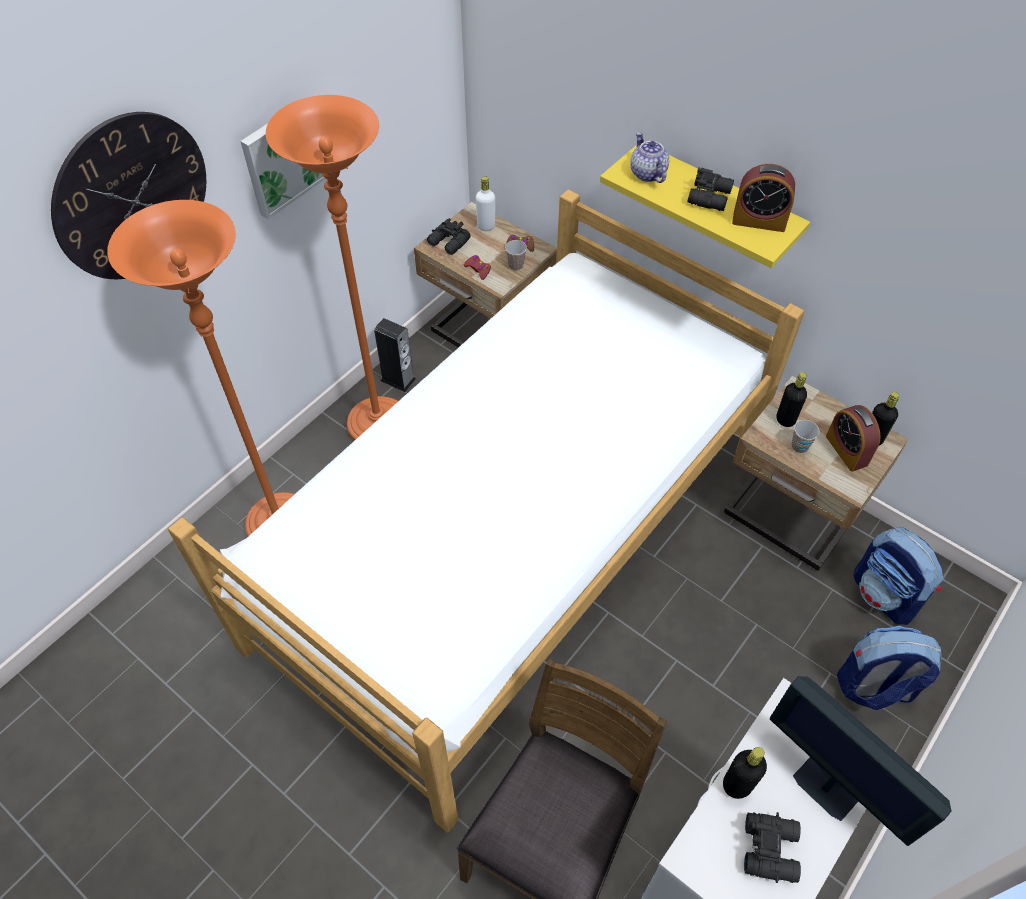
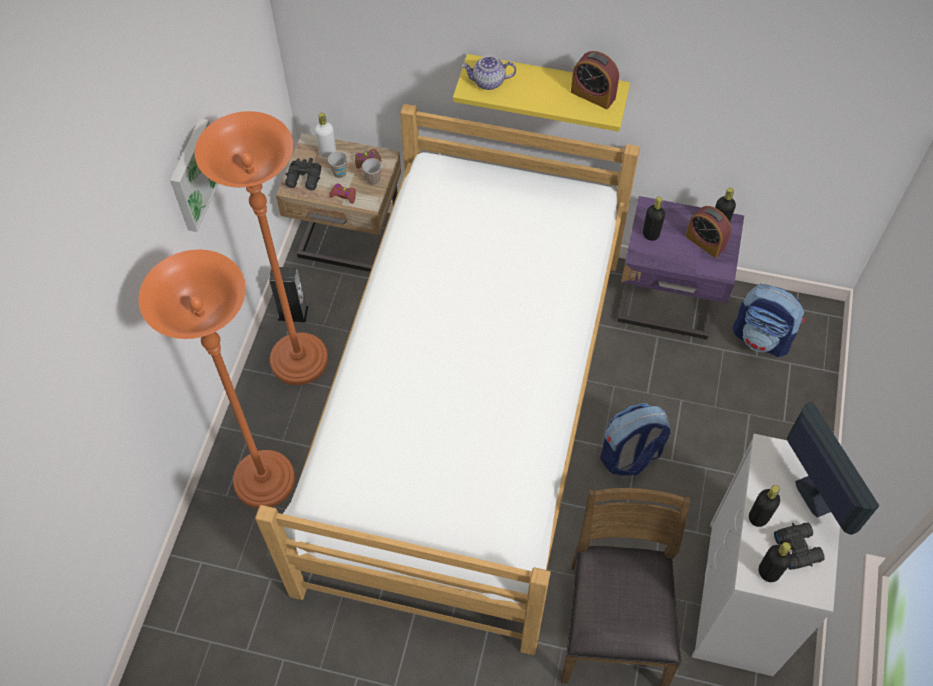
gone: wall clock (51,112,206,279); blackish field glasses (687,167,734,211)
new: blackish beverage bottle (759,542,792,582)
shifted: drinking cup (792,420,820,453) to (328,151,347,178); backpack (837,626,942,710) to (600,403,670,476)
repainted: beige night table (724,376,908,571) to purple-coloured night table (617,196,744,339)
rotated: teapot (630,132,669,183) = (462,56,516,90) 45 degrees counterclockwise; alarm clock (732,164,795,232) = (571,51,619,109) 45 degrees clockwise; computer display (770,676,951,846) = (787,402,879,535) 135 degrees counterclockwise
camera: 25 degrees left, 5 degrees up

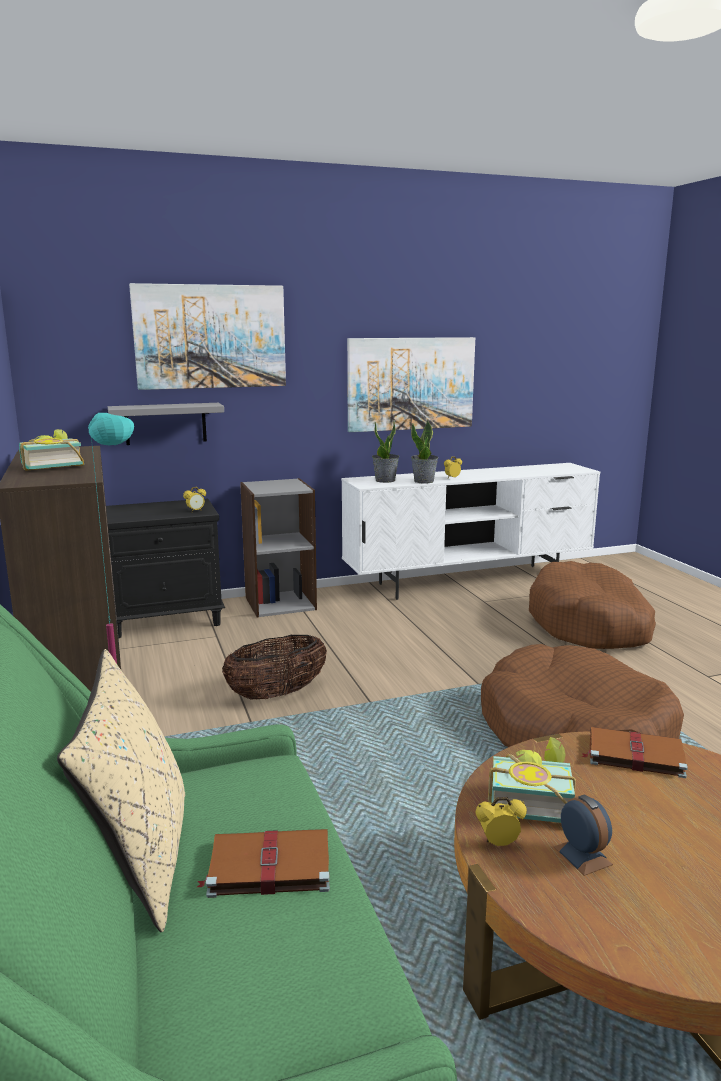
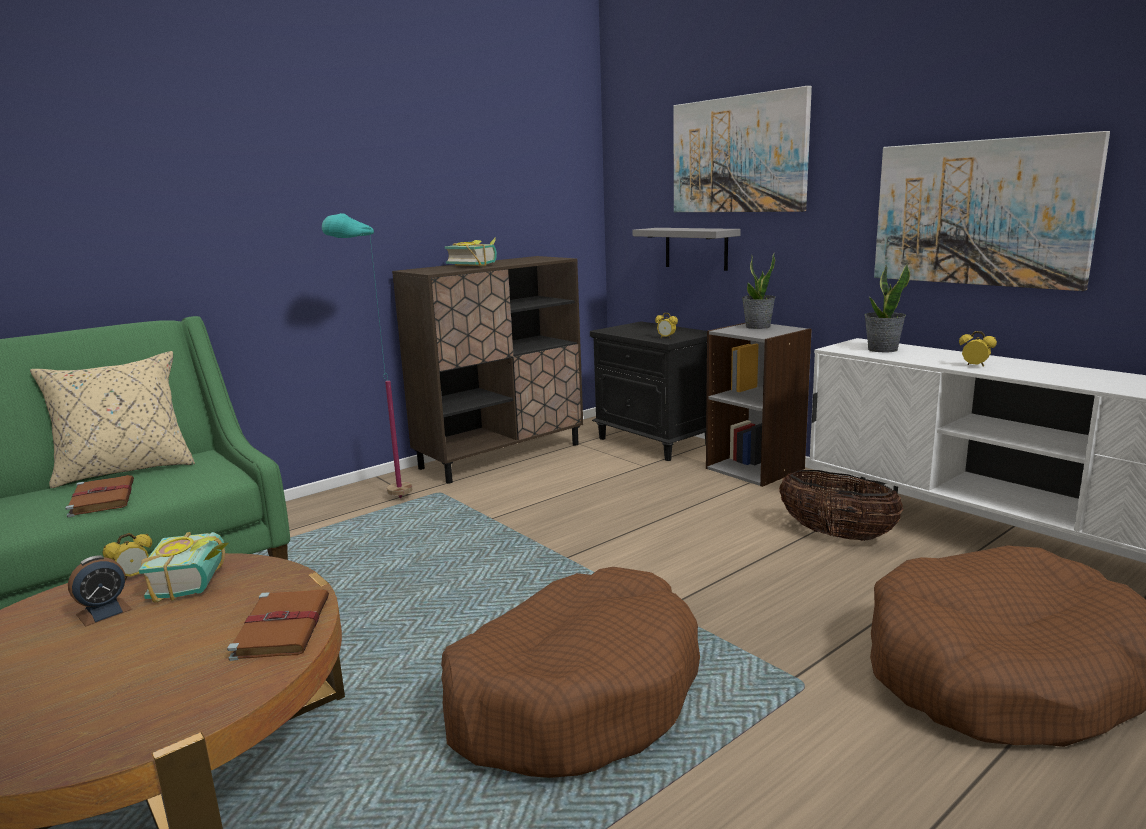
shifted: storage basket (222,635,327,700) to (779,470,904,541); potted plant (411,420,439,484) to (742,253,776,329)
rotated: alarm clock (475,797,527,846) = (103,533,152,579) 75 degrees clockwise
camera: 70 degrees right, 0 degrees up

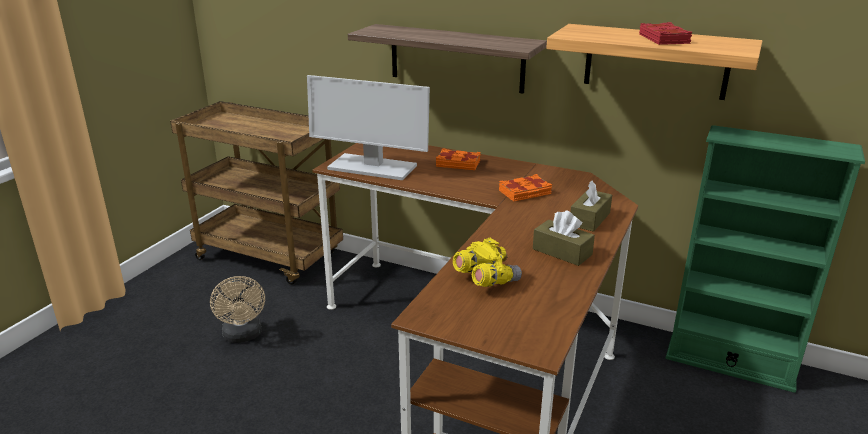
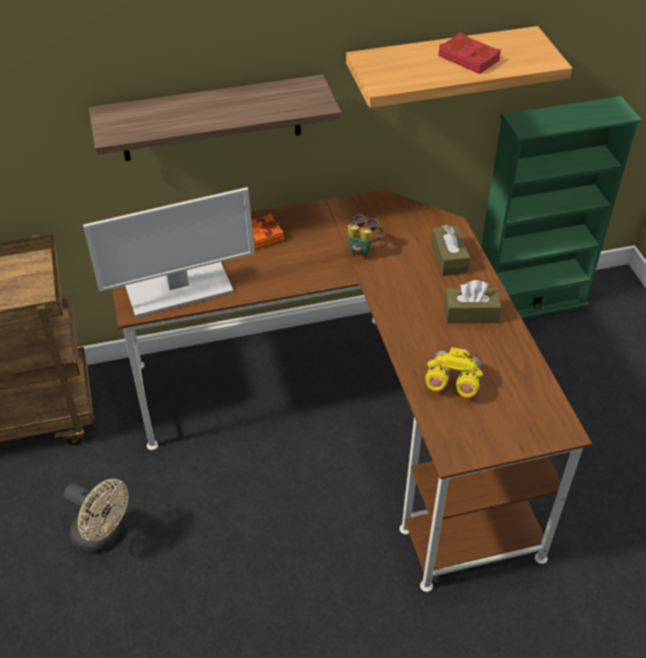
swapped: orange book (499,174,552,202) to field glasses (347,214,384,260)
camera: 40 degrees left, 20 degrees up

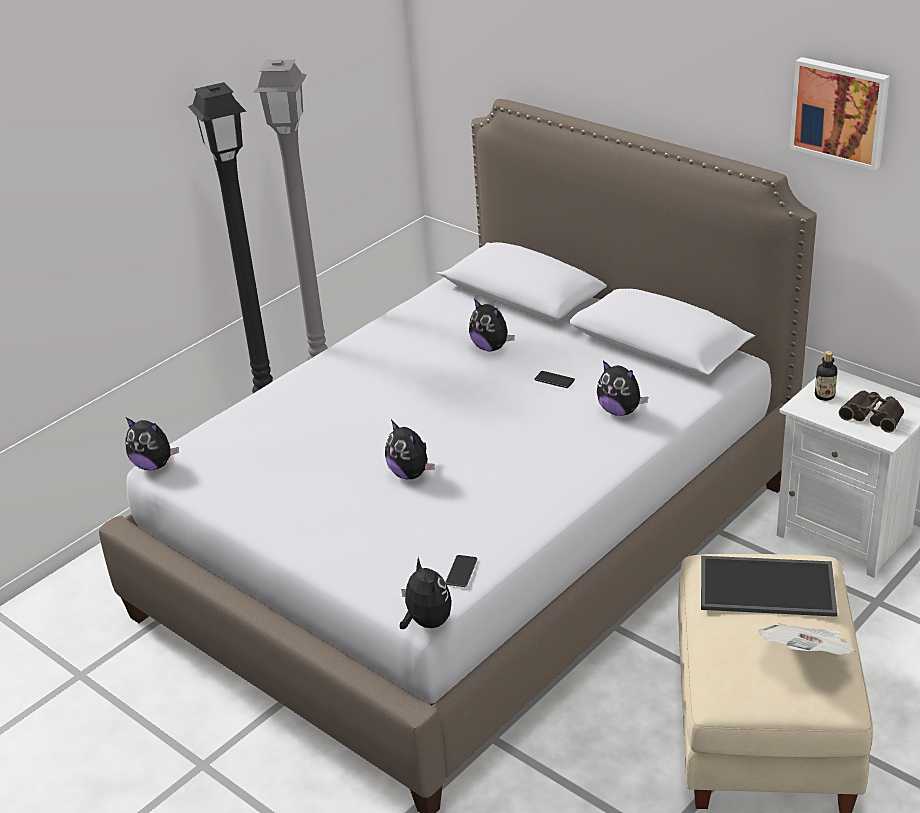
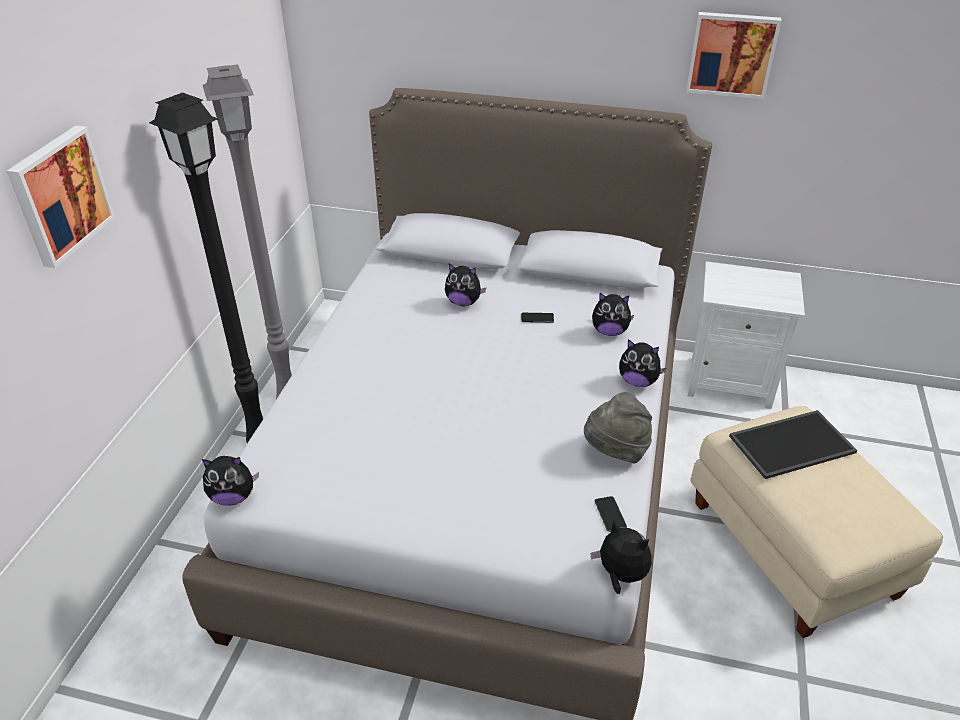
gone: printed paper (758,623,856,655); beverage bottle (815,351,837,401); field glasses (839,391,904,433)
new: picture (7,126,115,268); greyish hat (584,392,652,463)
shifted: plush toy (385,420,435,479) to (619,339,666,387)
camera: 30 degrees left, 5 degrees up

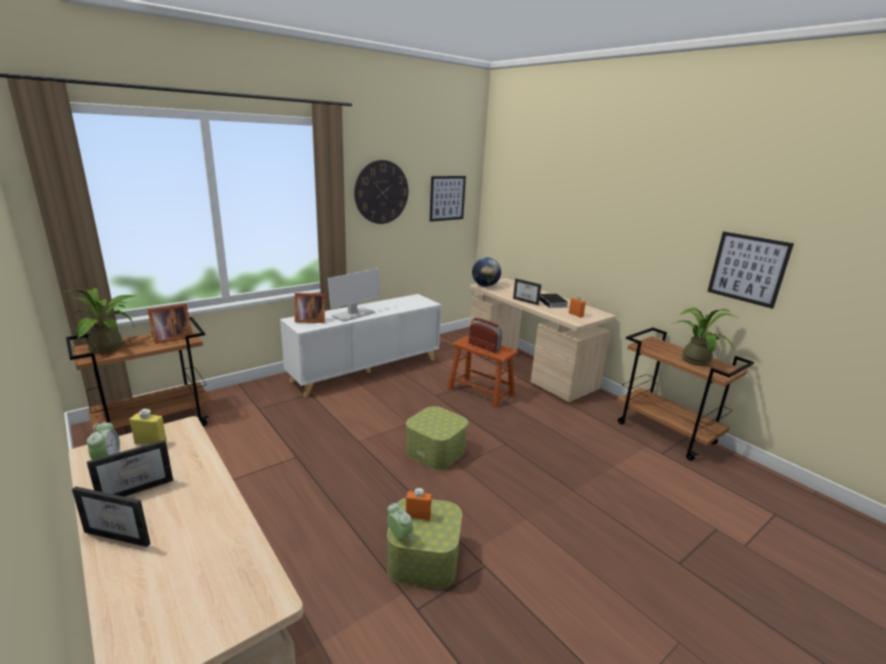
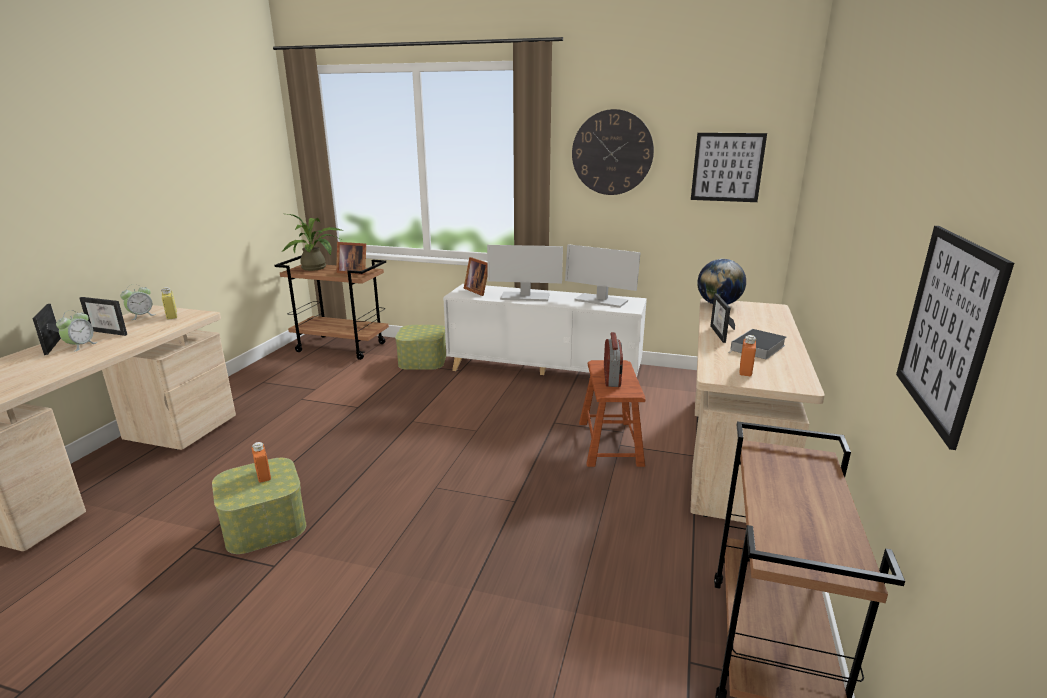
gone: potted plant (671,307,738,366)
new: computer display (565,244,641,308)
shifted: alarm clock (387,503,413,541) to (56,310,98,352); storage container (406,406,468,470) to (395,325,446,370)
camera: 55 degrees right, 0 degrees up

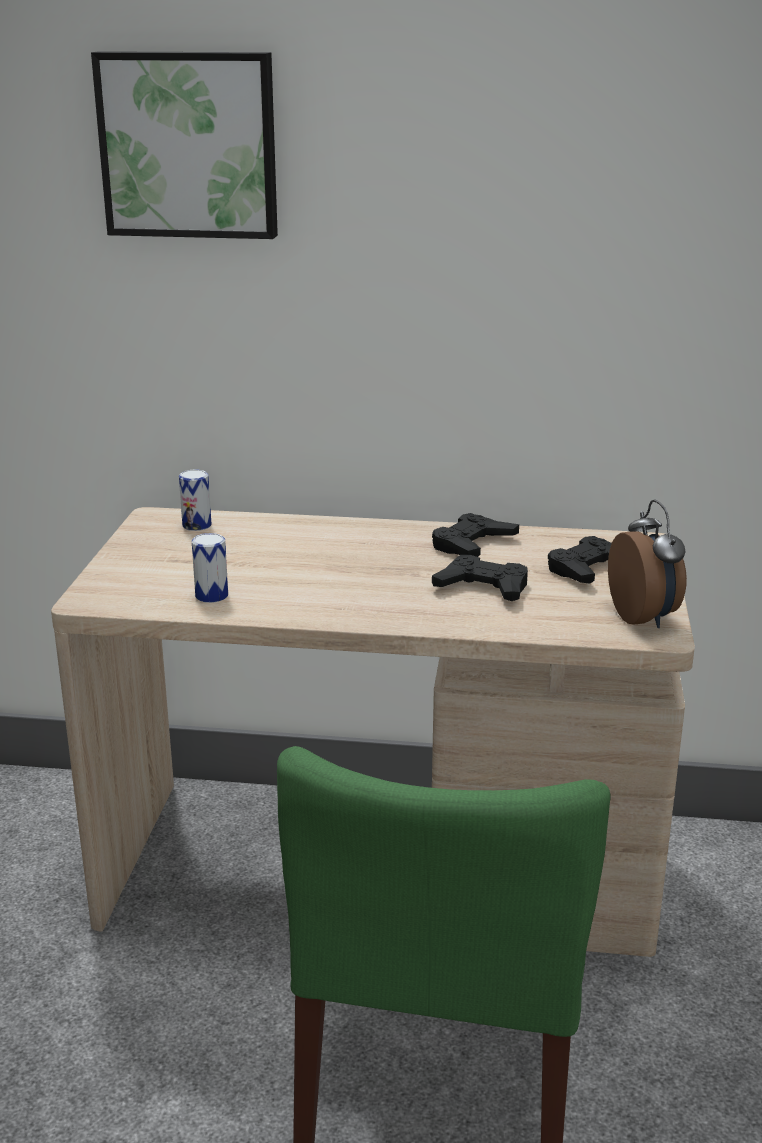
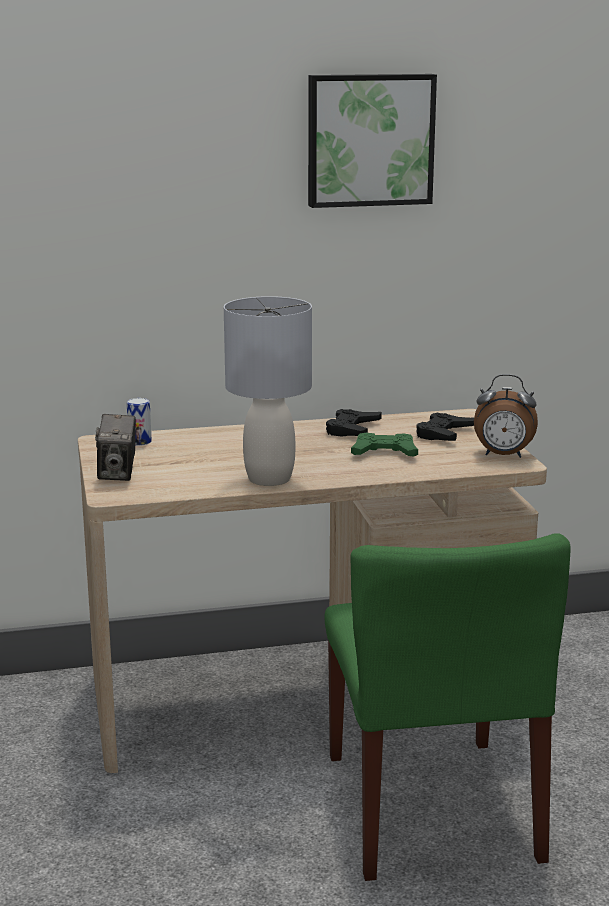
gone: can (192,533,228,603)
new: photo camera (95,414,136,481); greyish tabletop lamp (224,296,312,486)
shifted: picture (91,51,278,239) to (308,74,437,208)
repainted: blackish gamepad (432,555,528,601) to green gamepad (351,433,418,457)
rotated: alarm clock (608,500,687,628) = (474,374,538,458) 135 degrees clockwise
camera: 20 degrees left, 5 degrees down

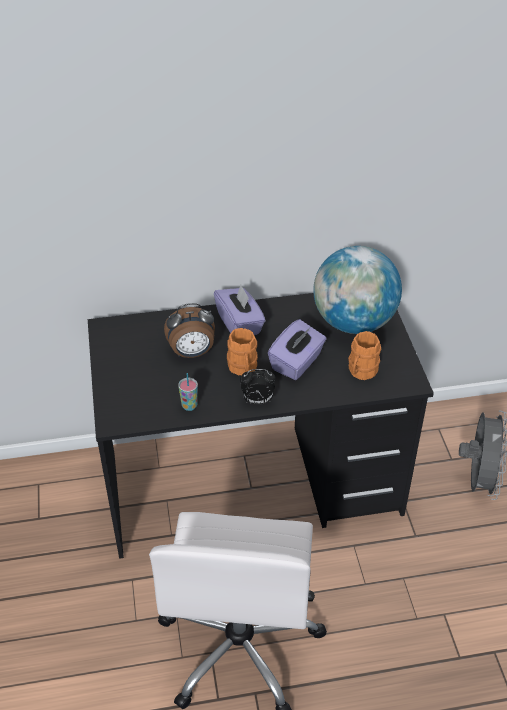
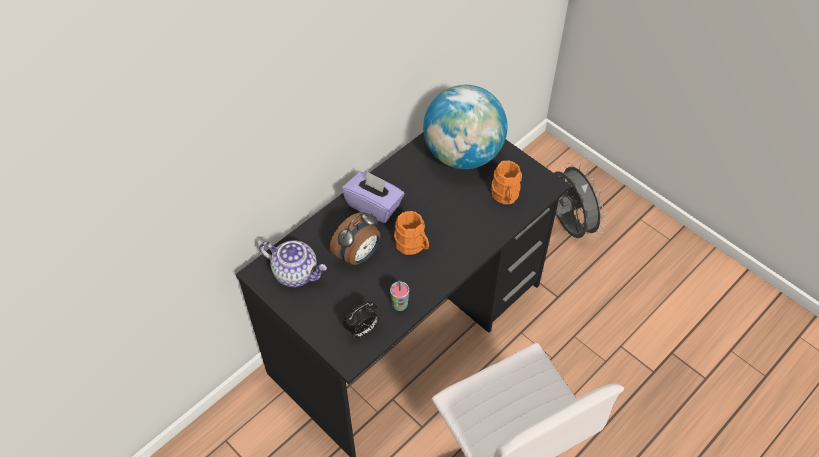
gone: purple-coloured box of tissues (268,319,326,380)
new: teapot (259,240,327,287)
shifted: alarm clock (240,369,276,405) to (343,301,379,338)
camera: 35 degrees left, 10 degrees up

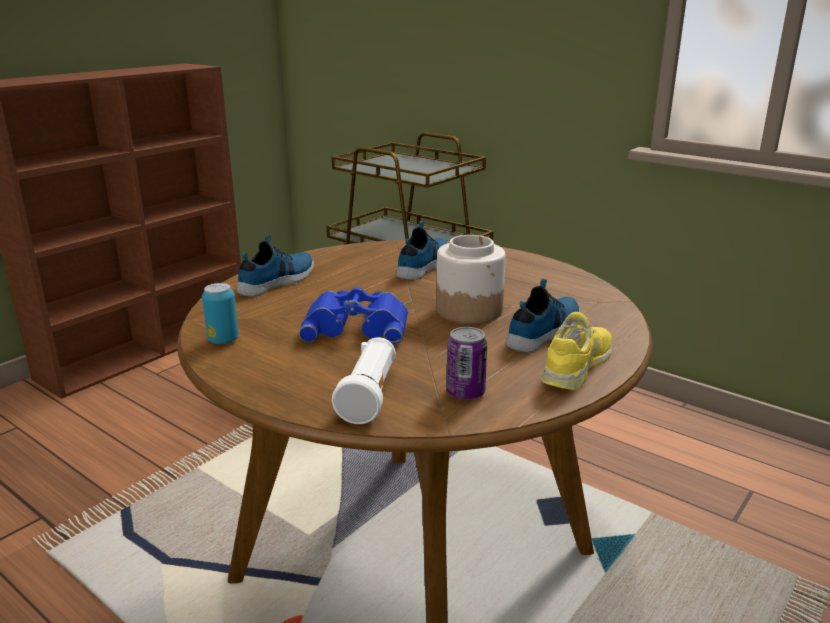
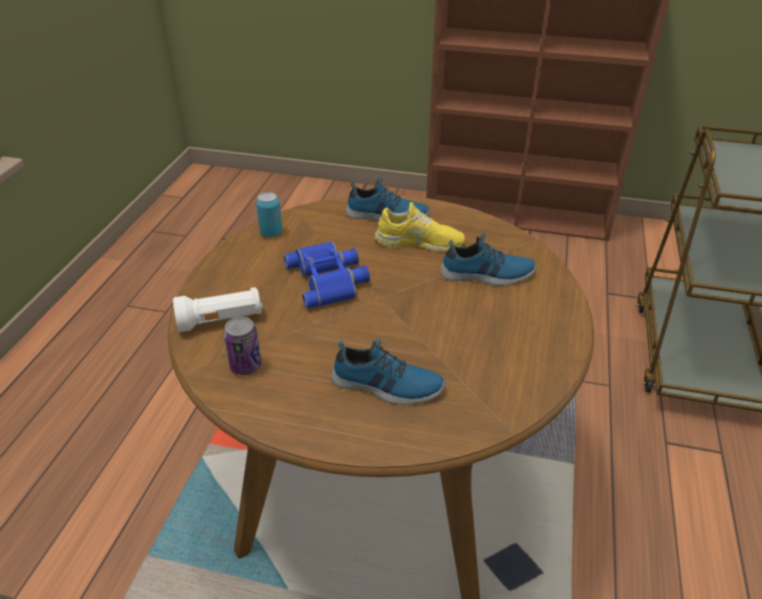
gone: preserve jar (436,235,506,324)
shifted: yellow-coloured item of footwear (542,312,612,390) to (375,202,465,252)
camera: 65 degrees right, 15 degrees up

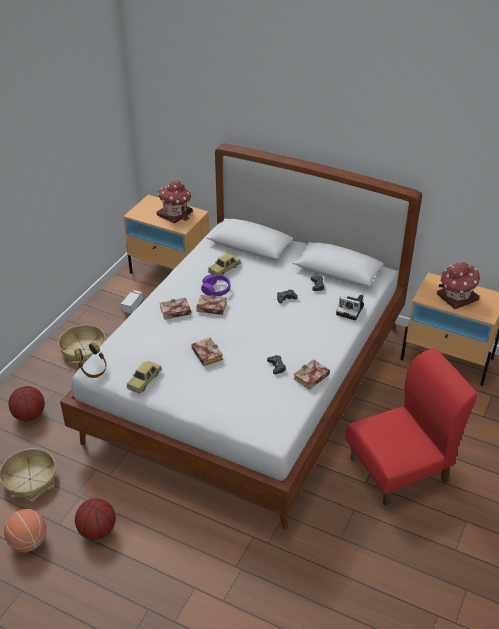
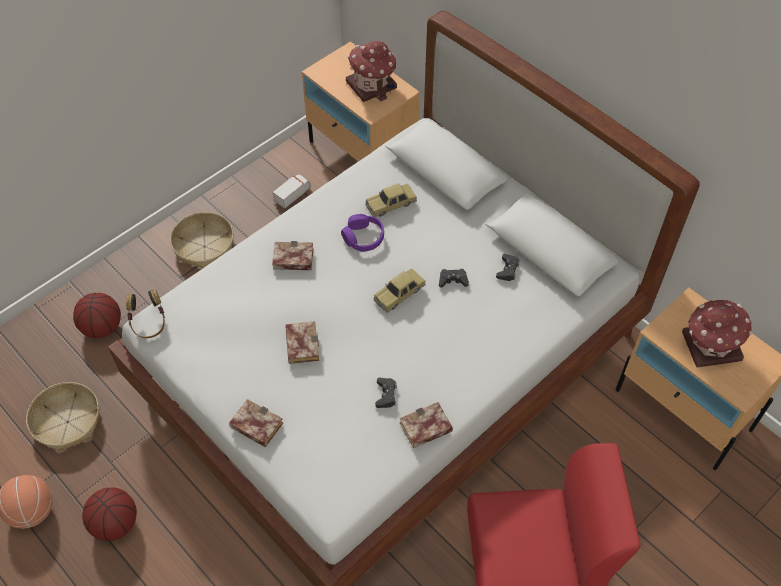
gone: photo camera (336,295,364,321)
shifted: model car (127,361,162,394) to (374,268,426,313); book (196,295,227,315) to (229,399,283,447)
camera: 20 degrees right, 15 degrees up

